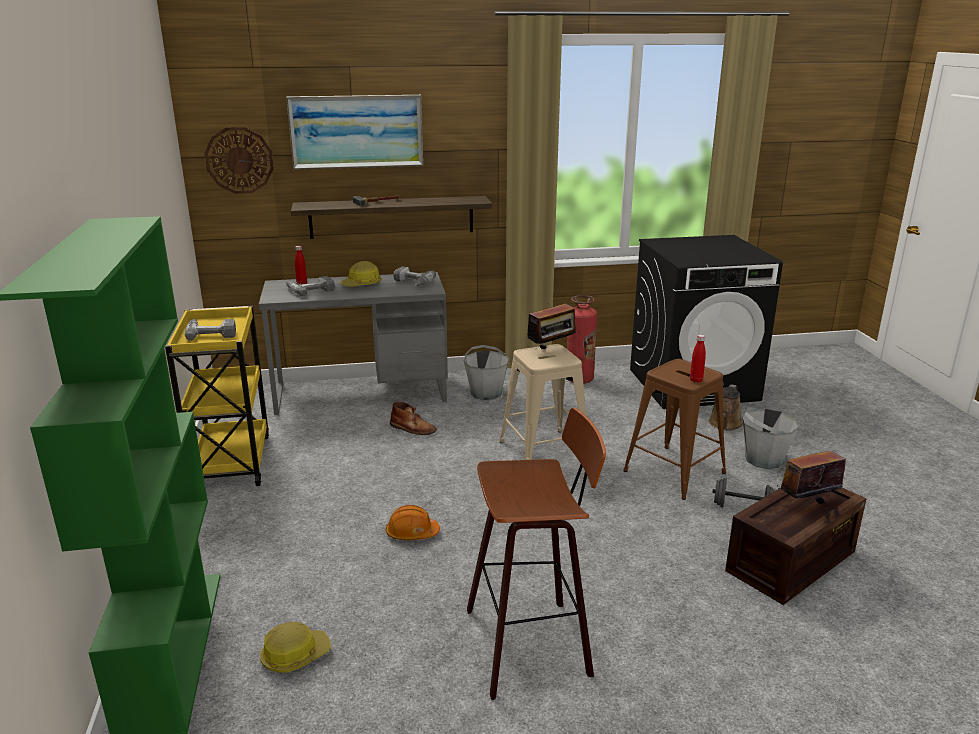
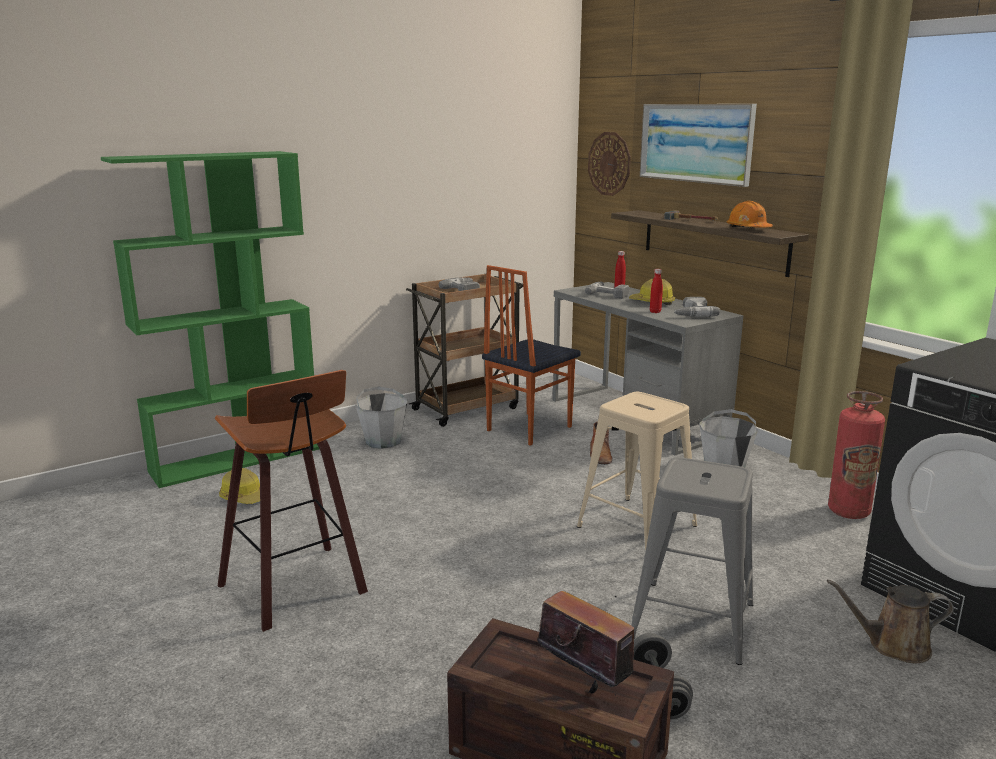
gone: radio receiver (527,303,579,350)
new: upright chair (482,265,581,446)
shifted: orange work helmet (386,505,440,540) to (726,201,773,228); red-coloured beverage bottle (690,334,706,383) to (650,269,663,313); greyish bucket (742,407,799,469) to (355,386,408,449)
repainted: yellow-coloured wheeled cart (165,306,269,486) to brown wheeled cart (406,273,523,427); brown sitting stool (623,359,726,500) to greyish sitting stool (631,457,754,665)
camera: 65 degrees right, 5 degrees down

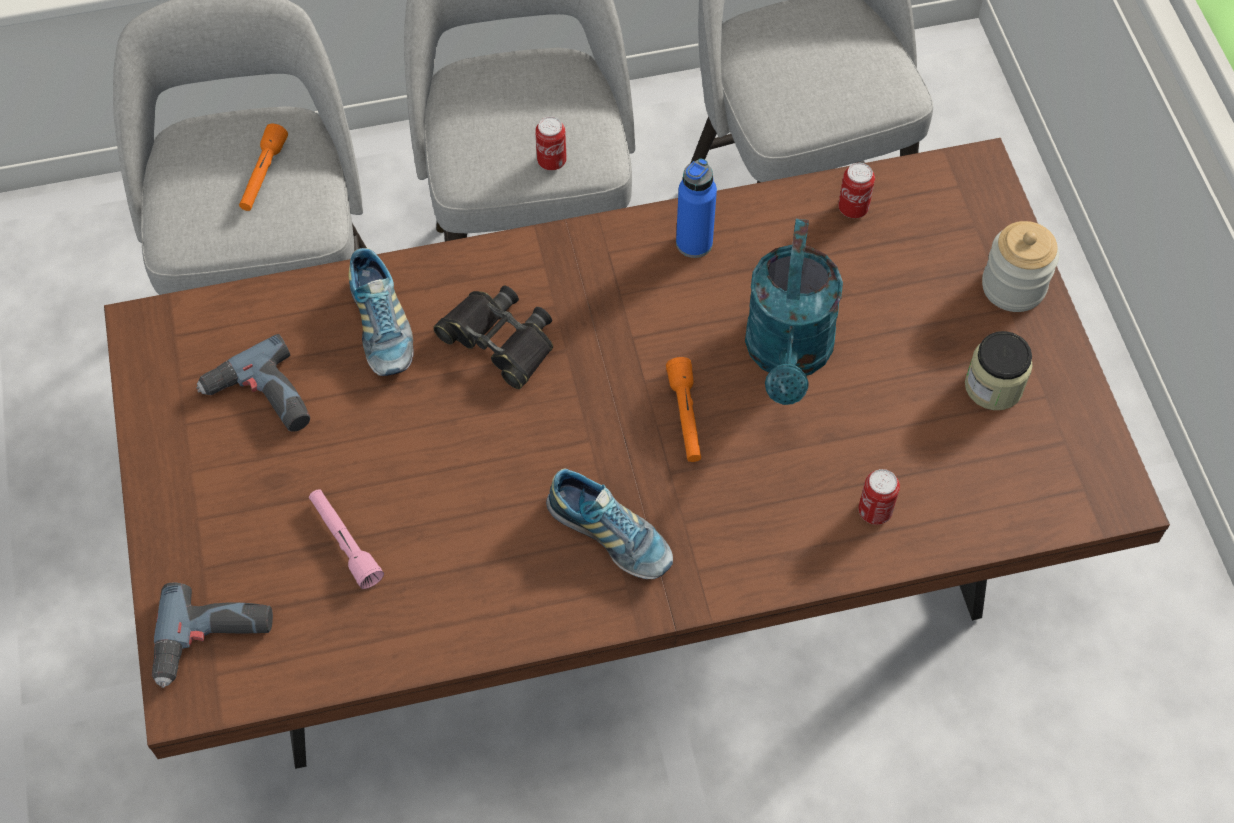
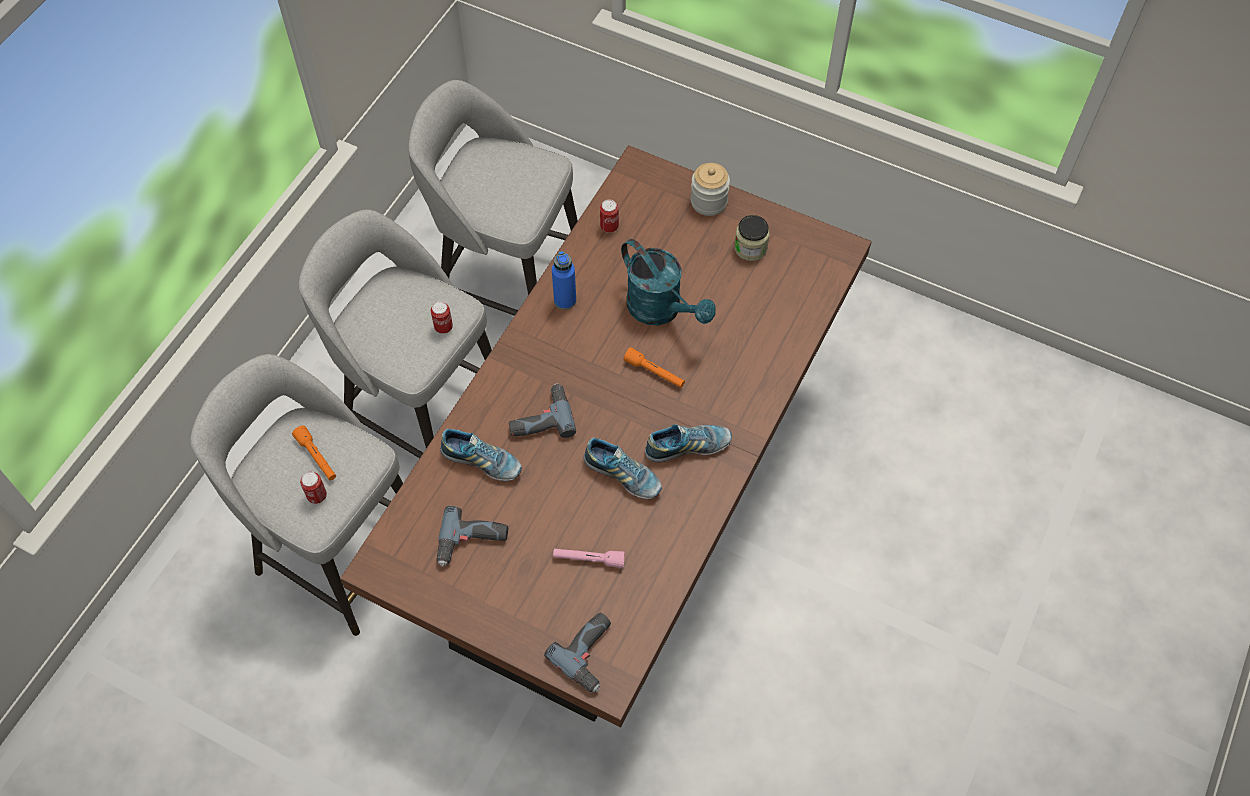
new: item of footwear (583,437,662,499)
shifted: can (858,469,900,525) to (300,472,327,504)
swapped: blackish field glasses (433,285,553,389) to electric drill (509,383,576,438)
camera: 50 degrees left, 0 degrees up

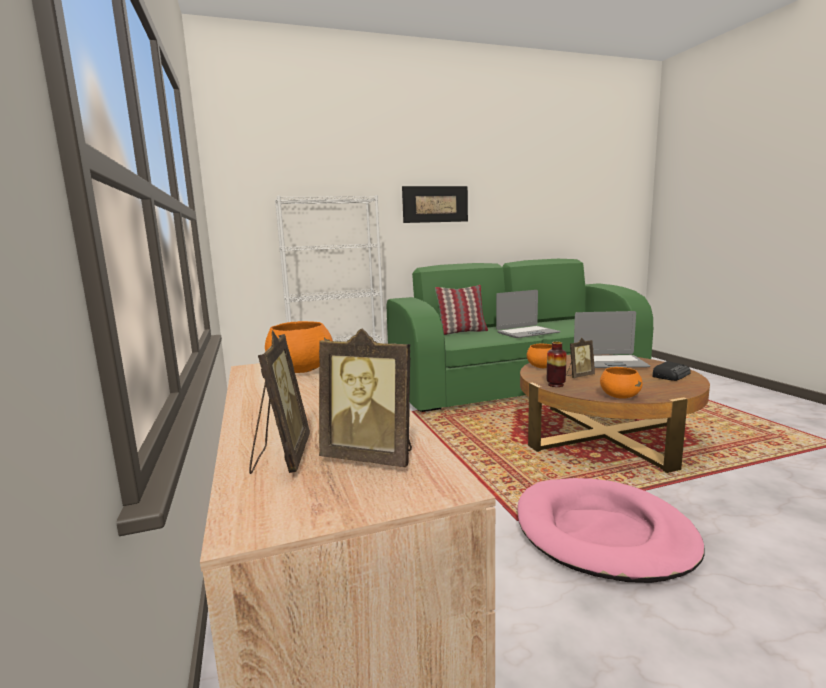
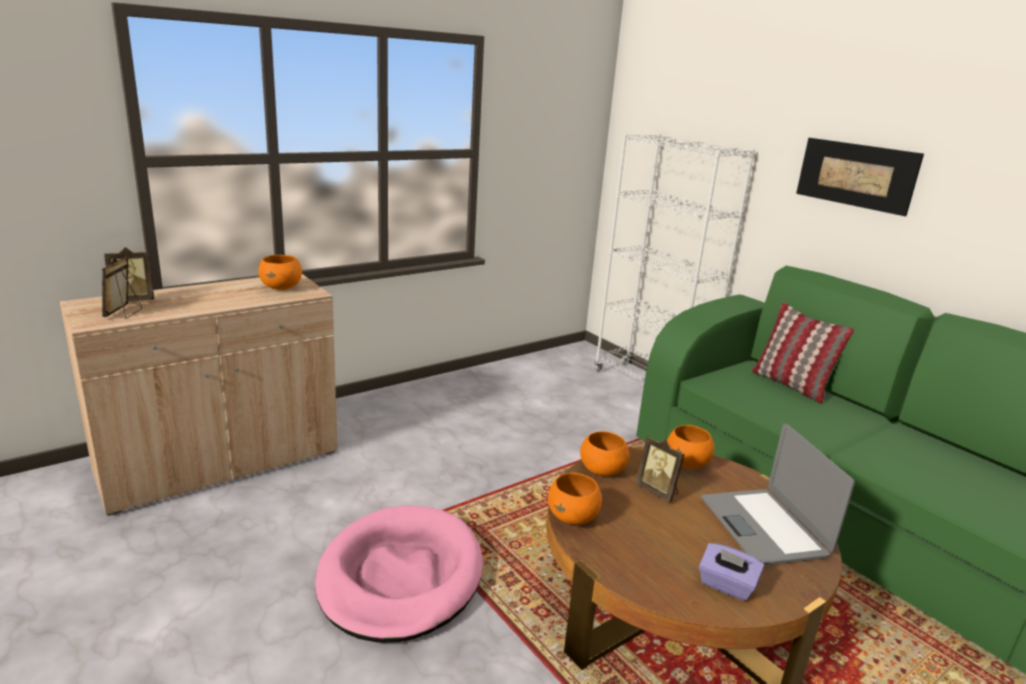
gone: notebook computer (496,290,561,338)
swapped: flower vase (547,342,567,387) to orange deep dish (580,431,630,476); radio receiver (652,361,691,381) to purple-coloured box of tissues (699,543,764,601)
camera: 70 degrees right, 10 degrees up

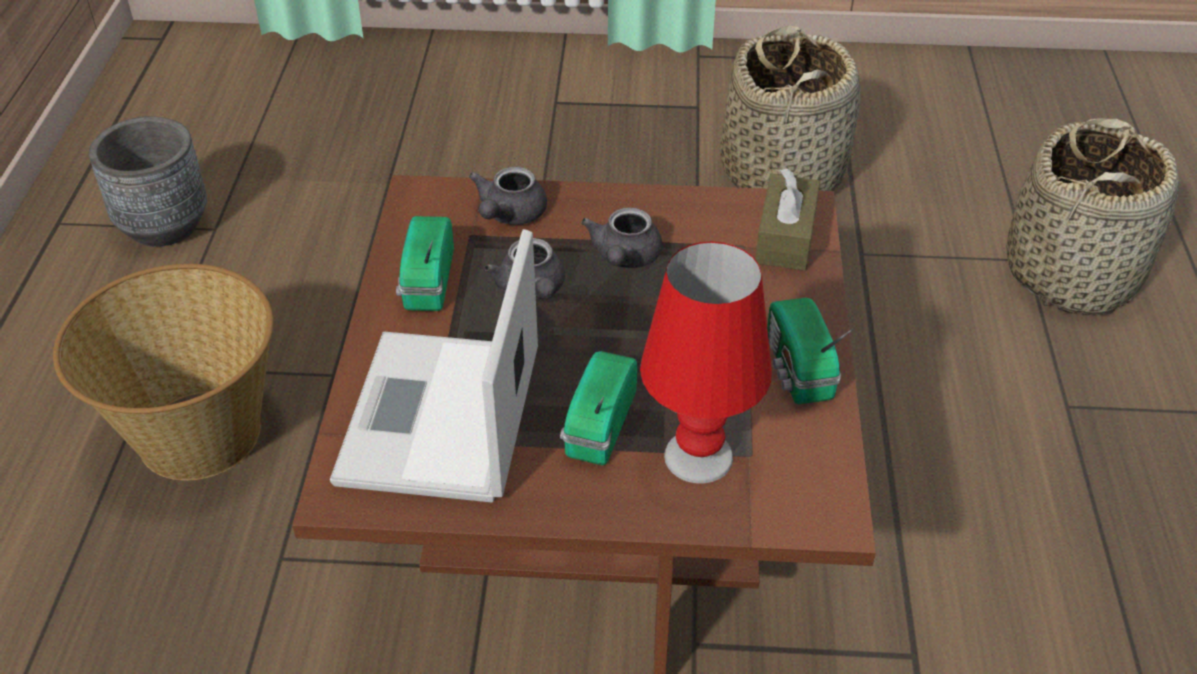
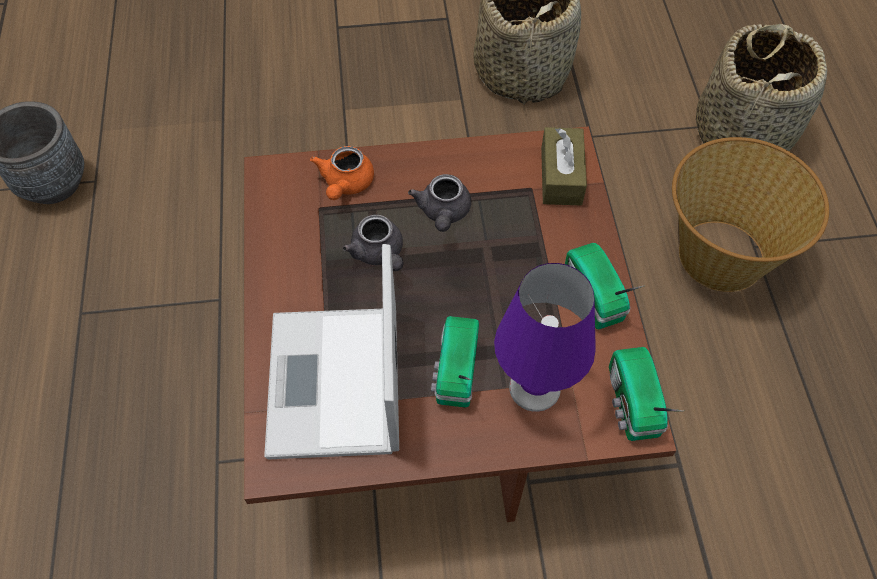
shifted: storage basket (53,264,274,481) to (672,137,829,292); radio receiver (396,216,454,311) to (609,347,684,441)
repainted: greyish teapot (469,167,547,225) to orange teapot (310,146,374,200); red-coloured tabletop lamp (640,241,772,484) to purple-coloured tabletop lamp (494,263,596,412)
camera: 10 degrees left, 15 degrees up

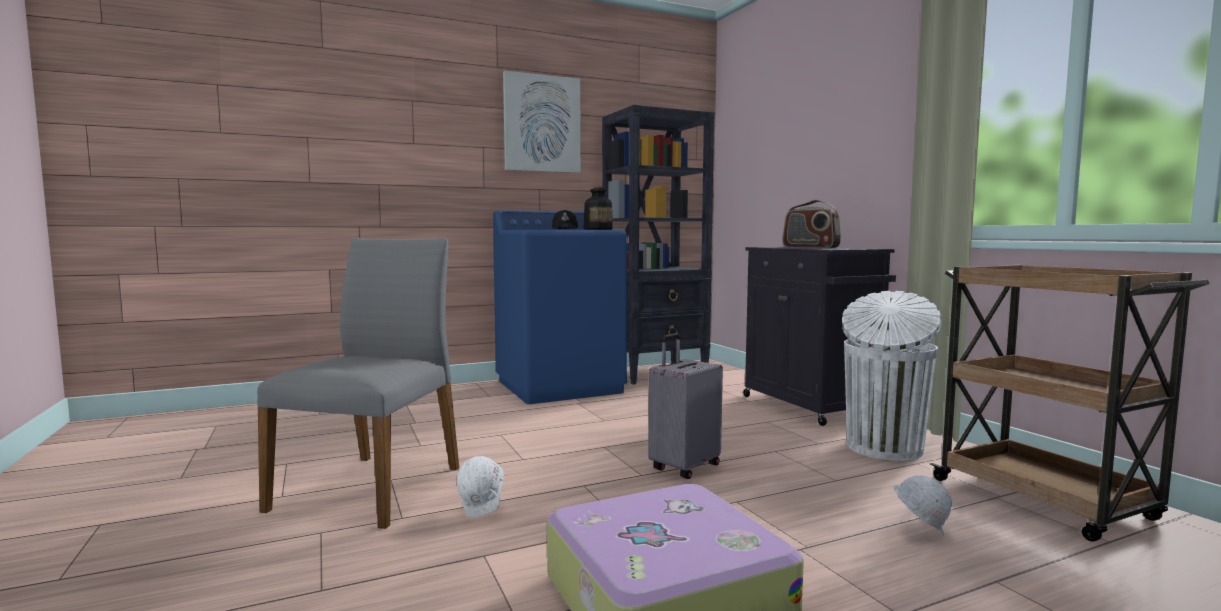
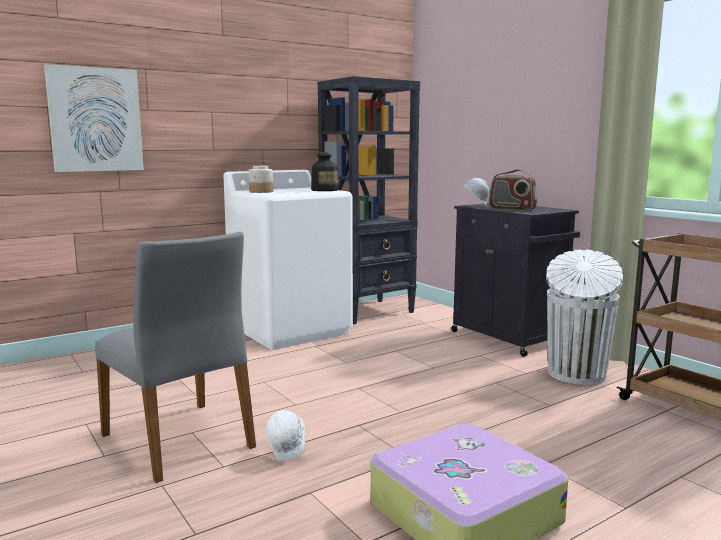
gone: blackish cap (552,210,578,229); greyish travel case (648,333,723,479)
new: preserve jar (249,166,273,193)
shifted: picture (503,71,581,173) to (44,64,144,172); white work helmet (894,475,952,536) to (464,178,490,205)
repainted: blue laundry machine (493,210,627,404) to white laundry machine (223,170,353,350)
rotated: greyish upright chair (257,238,459,529) = (95,232,256,483) 135 degrees clockwise
camera: 10 degrees left, 5 degrees up

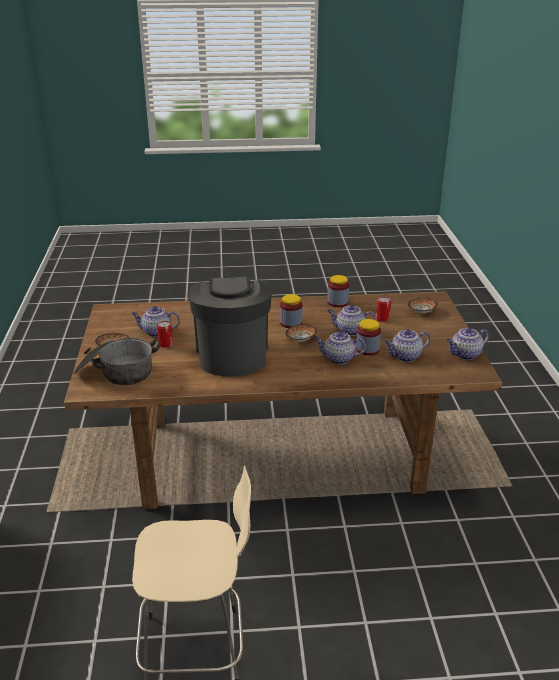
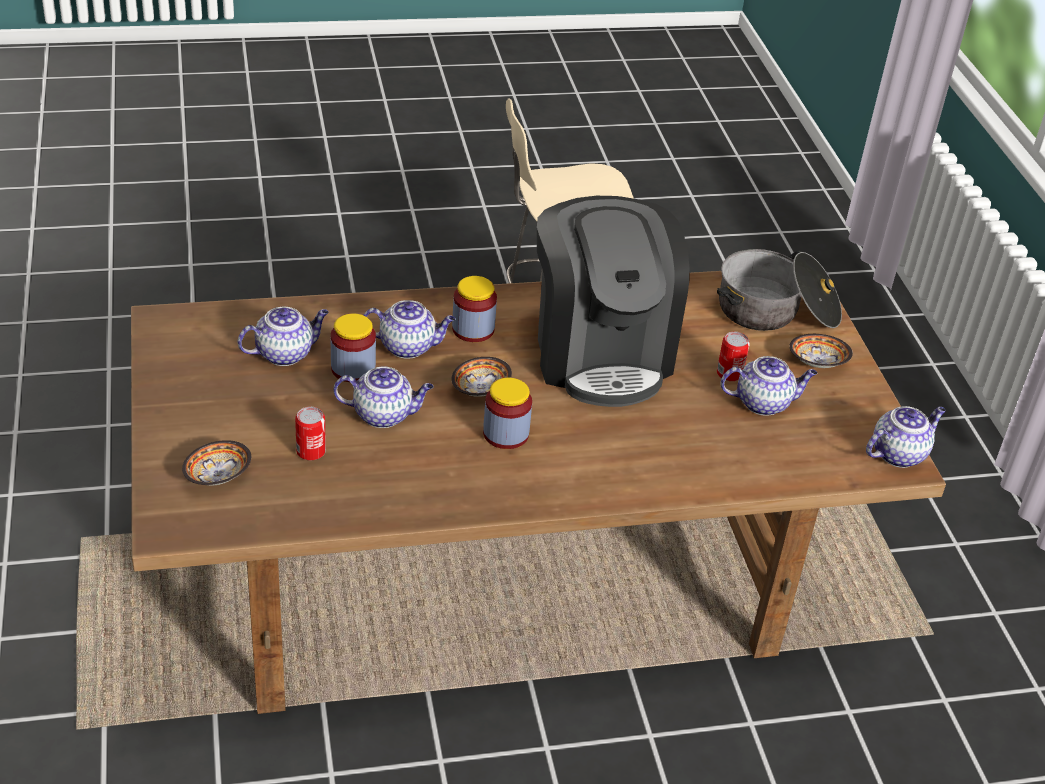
shifted: preserve jar (327,275,349,307) to (452,276,497,342); teapot (447,328,489,360) to (866,406,946,468)
camera: 170 degrees right, 10 degrees up

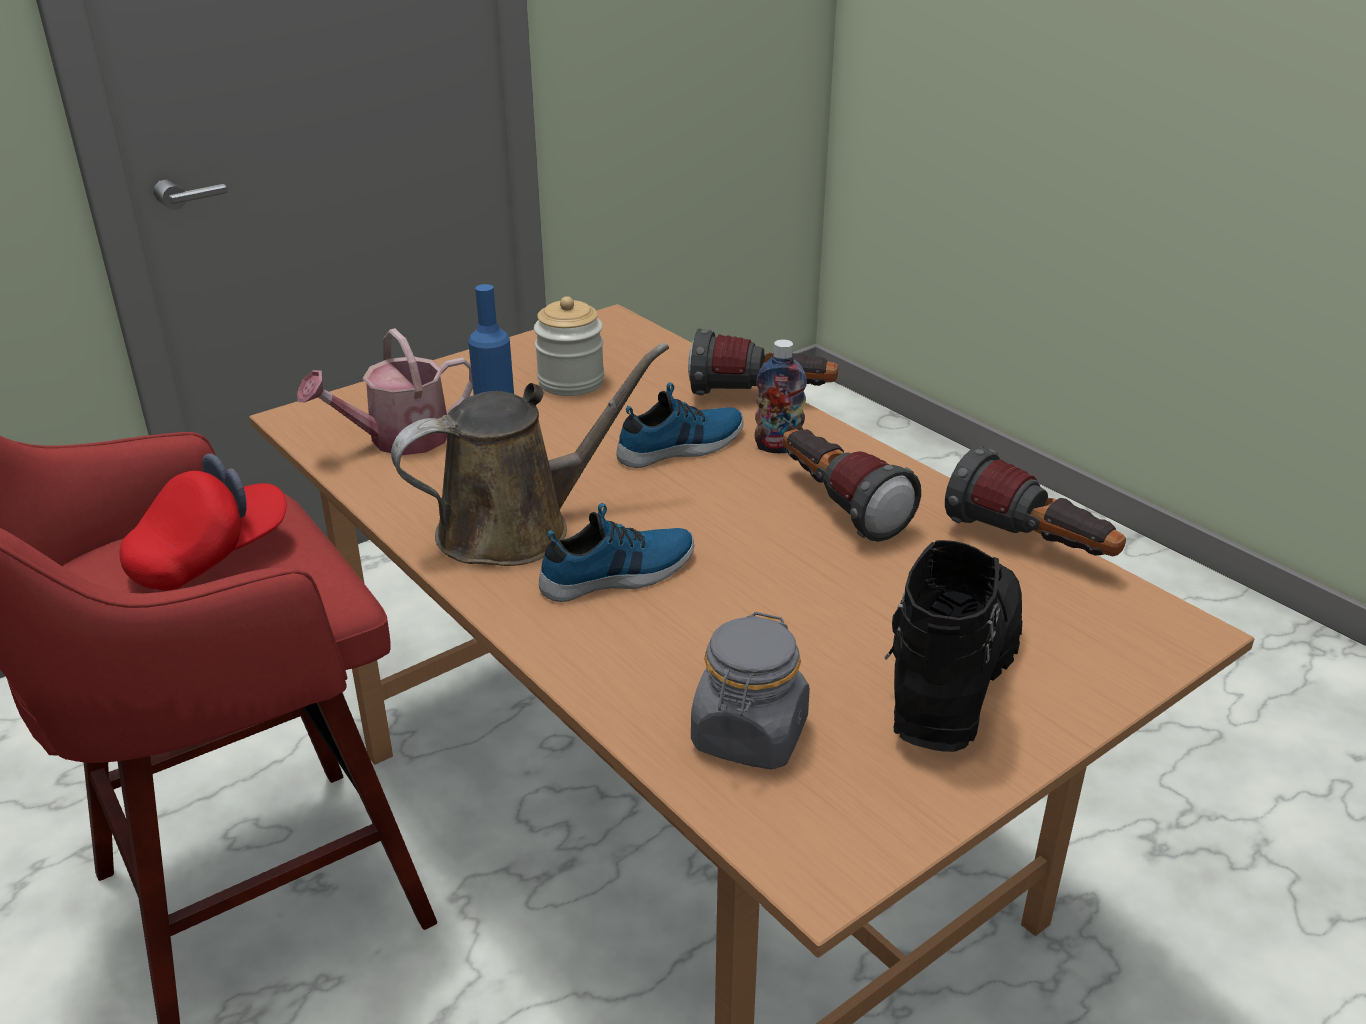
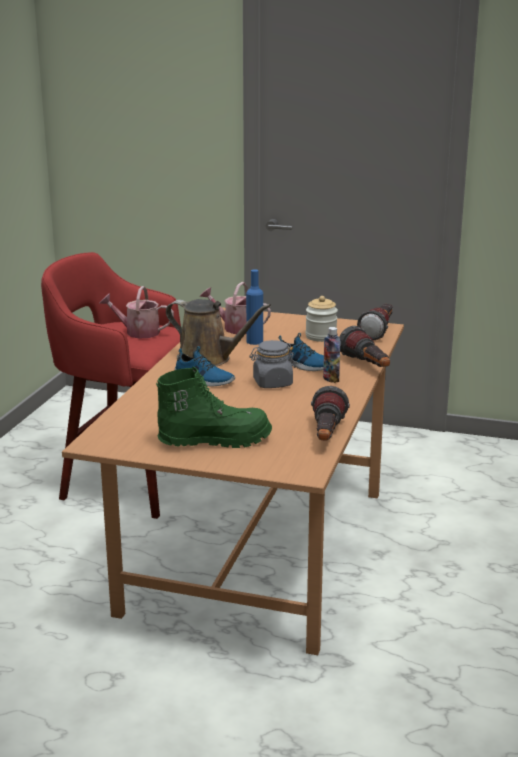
shifted: greyish preserve jar (691,612,810,770) to (249,340,296,388); flashlight (783,429,921,542) to (357,304,393,340)
swapped: red-coloured cap (120,453,287,591) to watering can (99,286,174,339)
repainted: blackish high-top boot (884,540,1022,752) to green high-top boot (156,366,272,448)
camera: 55 degrees right, 10 degrees down

